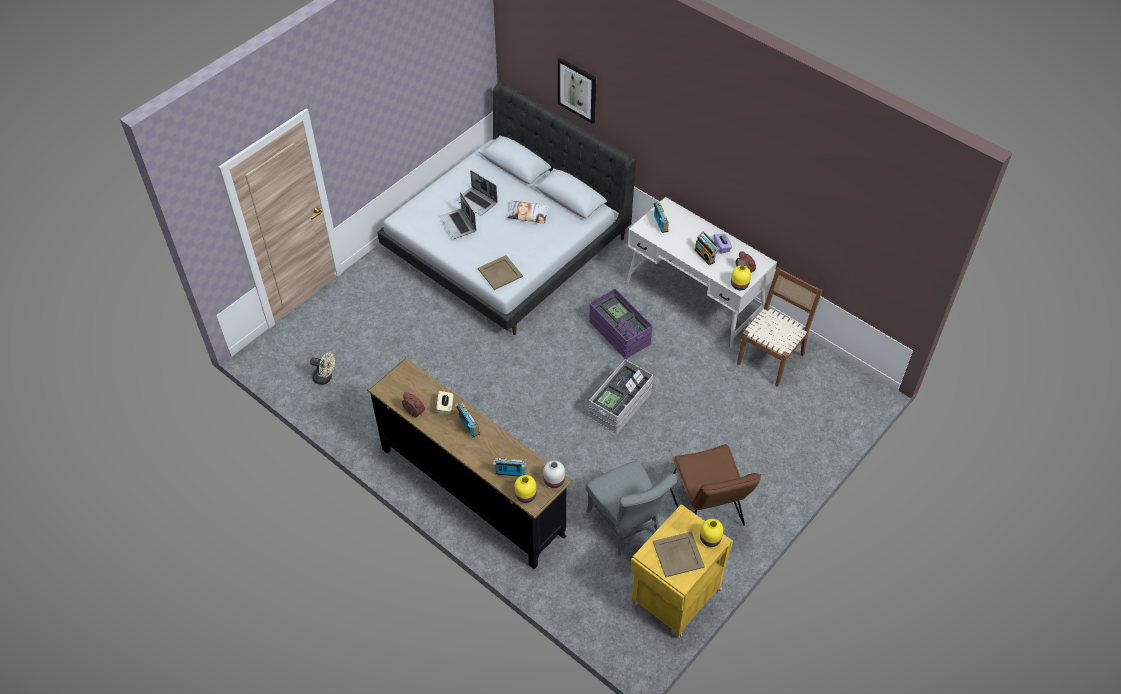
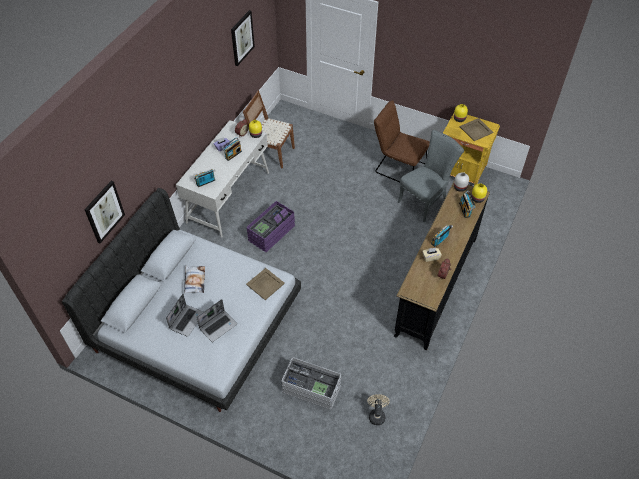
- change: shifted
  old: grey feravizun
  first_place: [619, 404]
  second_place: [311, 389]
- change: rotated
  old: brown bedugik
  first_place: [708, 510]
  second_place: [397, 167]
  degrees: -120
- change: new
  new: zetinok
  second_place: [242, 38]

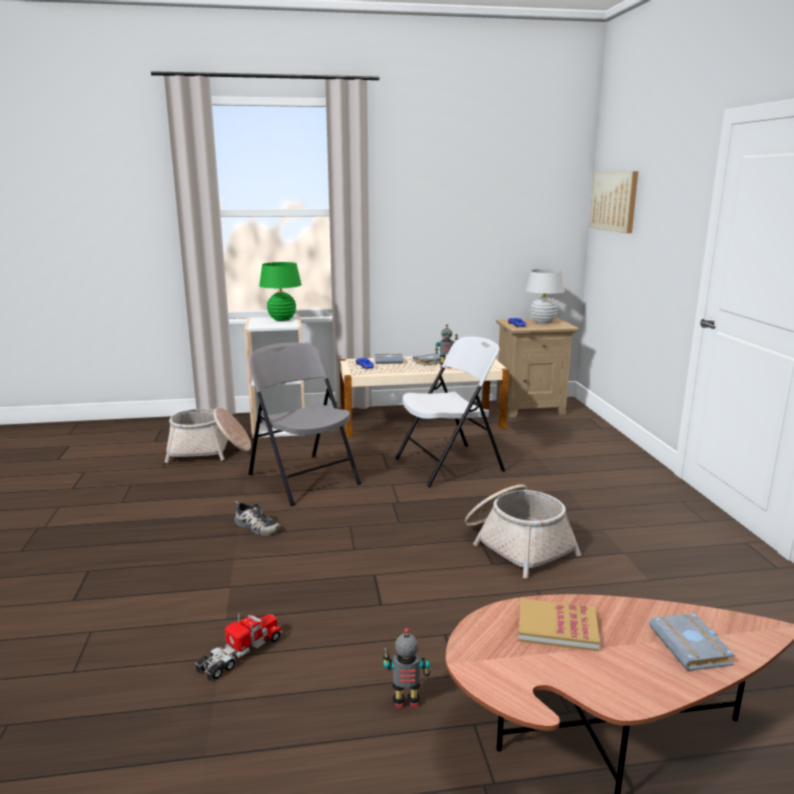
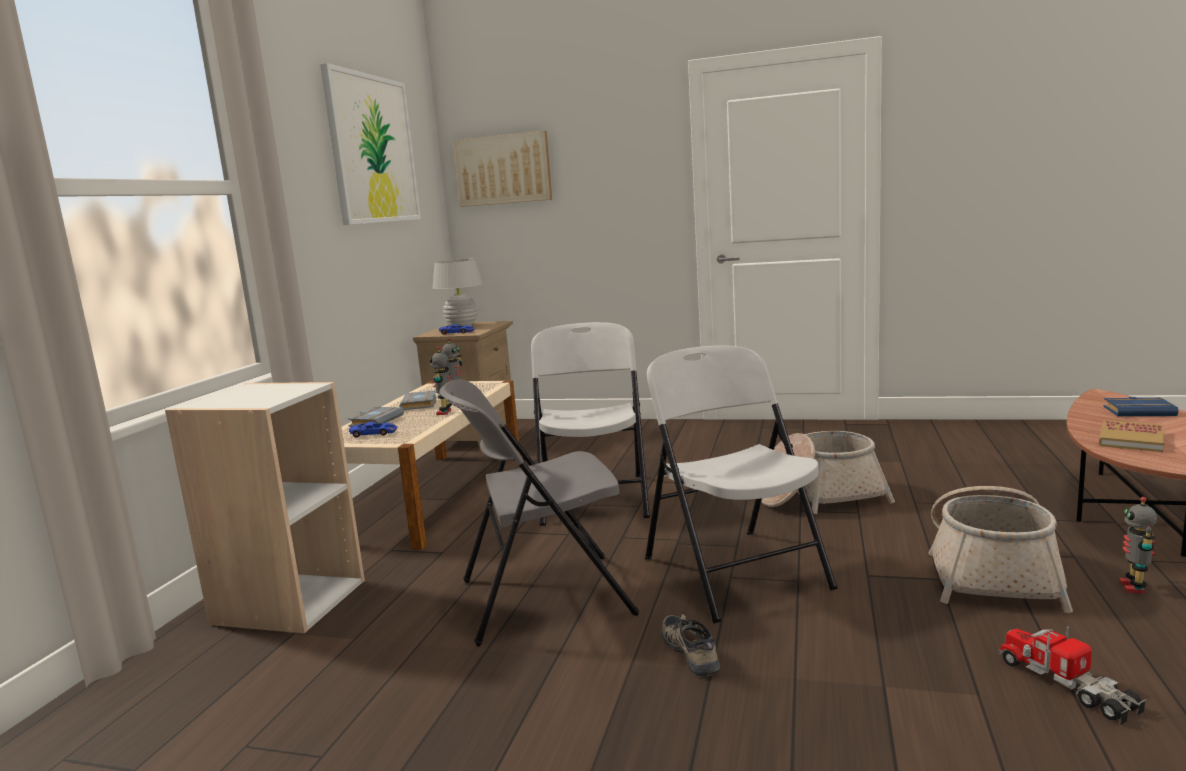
- change: shifted
  old: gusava
  first_place: [209, 451]
  second_place: [991, 572]
- change: rotated
  old: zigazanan
  first_place: [255, 527]
  second_place: [692, 651]
  degrees: -75
- change: gone
  old: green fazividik
  first_place: [282, 319]
- change: repainted
  old: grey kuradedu
  new: blue kuradedu
  first_place: [692, 647]
  second_place: [1139, 411]
- change: new
  new: zetinok
  second_place: [372, 149]
- change: new
  new: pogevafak
  second_place: [445, 412]
- change: new
  new: white bedugik
  second_place: [736, 572]

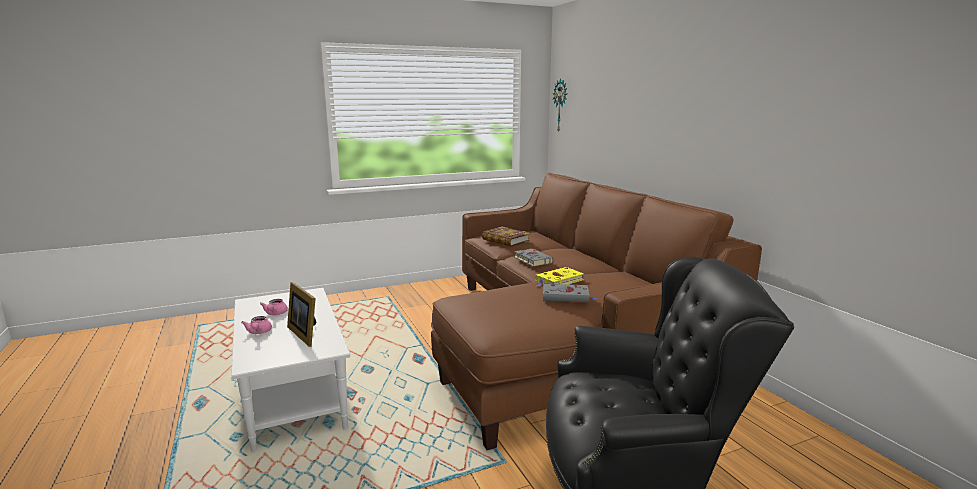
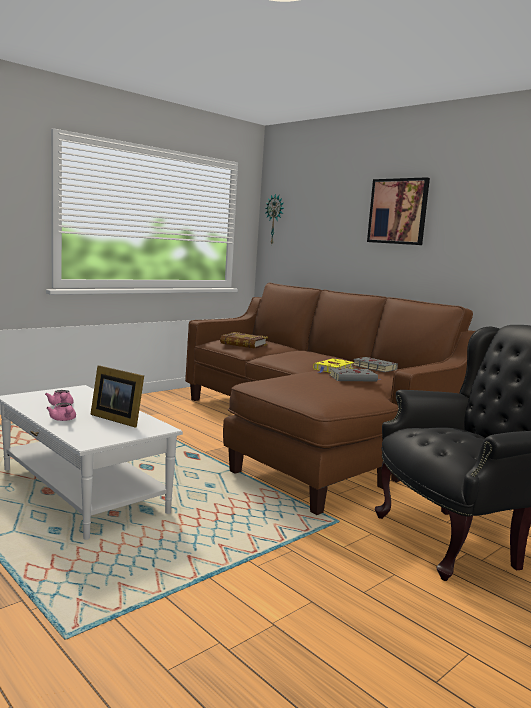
- change: shifted
  old: grey kuradedu
  first_place: [532, 260]
  second_place: [373, 367]
- change: new
  new: zetinok
  second_place: [398, 211]

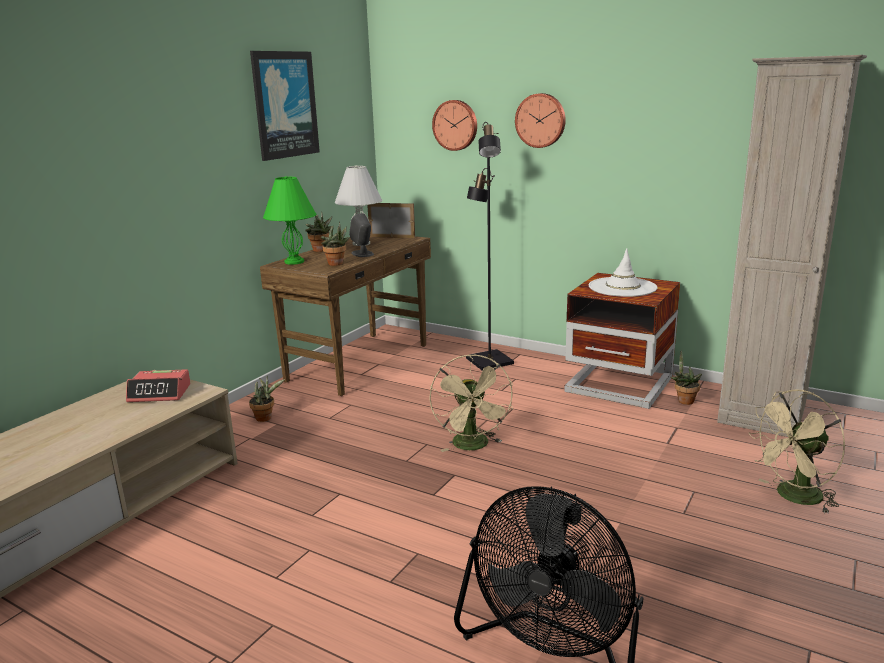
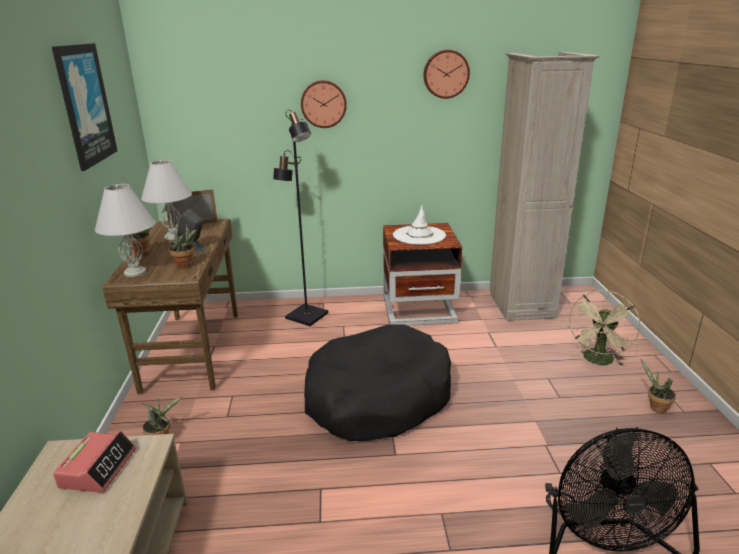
- change: rotated
  old: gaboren
  first_place: [160, 393]
  second_place: [98, 468]
  degrees: -45
- change: repainted
  old: green fazividik
  new: white fazividik
  first_place: [294, 262]
  second_place: [134, 272]
- change: swapped
  old: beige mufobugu
  new: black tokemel
  first_place: [473, 446]
  second_place: [377, 398]
- change: shifted
  old: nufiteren
  first_place: [455, 125]
  second_place: [445, 74]
- change: shifted
  old: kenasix
  first_place: [684, 400]
  second_place: [655, 408]

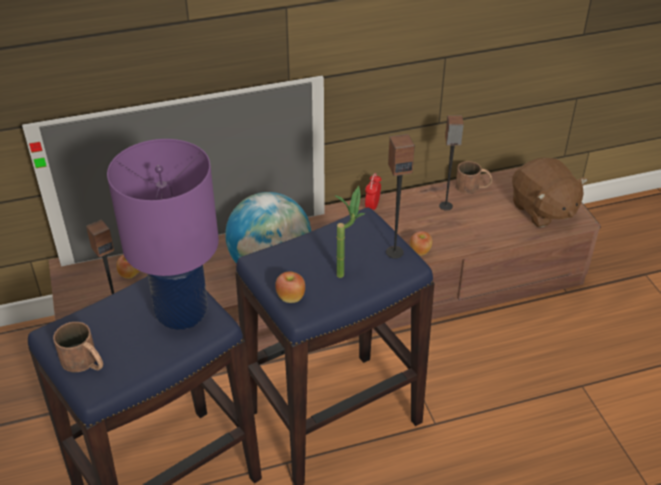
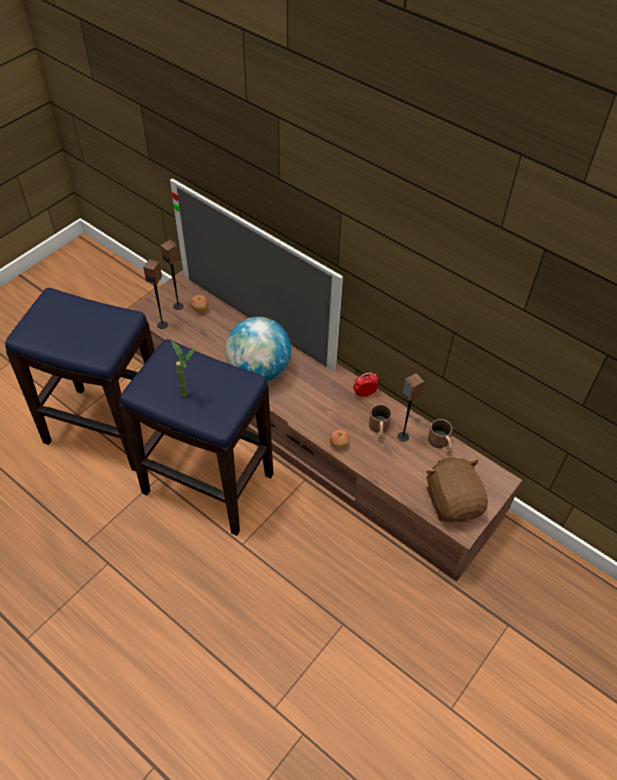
- change: shifted
  old: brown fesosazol
  first_place: [85, 362]
  second_place: [379, 429]
- change: gone
  old: purple fazividik
  first_place: [182, 315]
- change: gone
  old: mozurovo
  first_place: [290, 297]
- change: shifted
  old: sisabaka
  first_place: [394, 252]
  second_place: [178, 306]
- change: rotated
  old: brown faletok
  first_place: [543, 210]
  second_place: [453, 501]
  degrees: 135

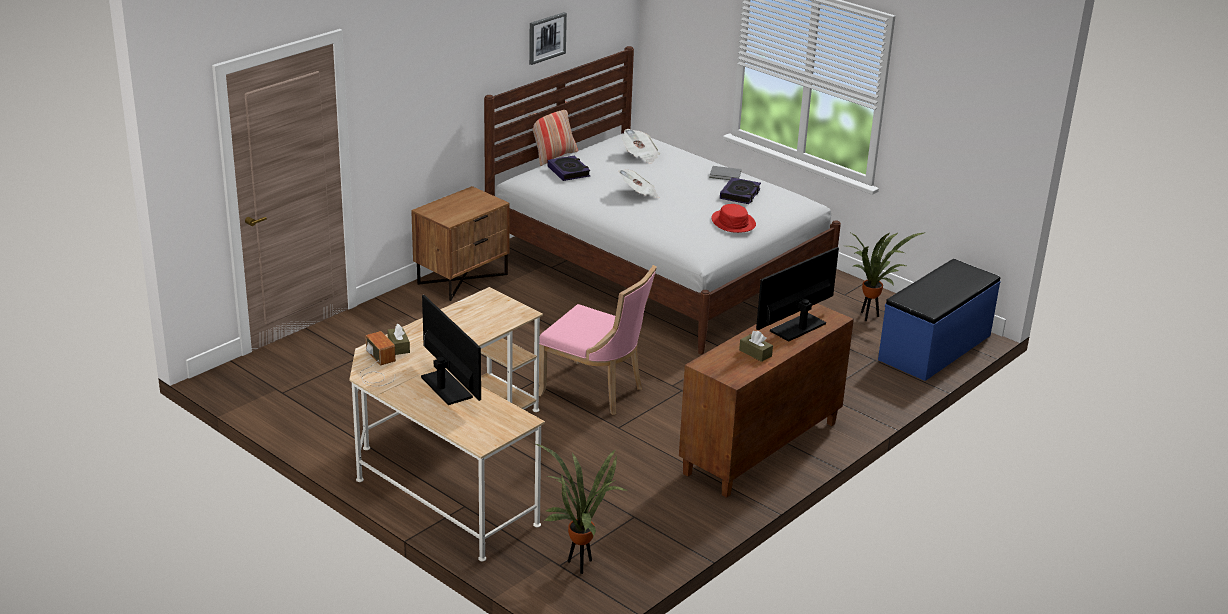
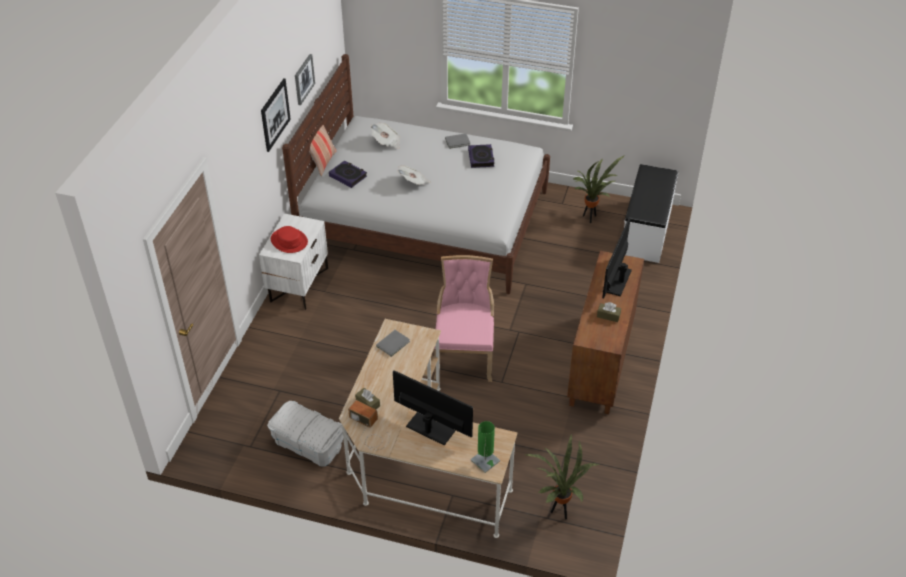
- change: repainted
  old: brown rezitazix
  new: white rezitazix
  first_place: [462, 278]
  second_place: [298, 284]
- change: rotated
  old: pink bedugik
  first_place: [595, 391]
  second_place: [464, 355]
  degrees: -90
- change: shifted
  old: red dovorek
  first_place: [733, 222]
  second_place: [289, 241]
- change: repainted
  old: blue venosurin
  new: white venosurin
  first_place: [936, 348]
  second_place: [647, 231]
- change: new
  new: zetinok
  second_place: [275, 114]
- change: new
  new: white feravizun
  second_place: [308, 444]
- change: new
  new: grey kuradedu
  second_place: [394, 344]
- change: new
  new: green fazividik
  second_place: [485, 460]

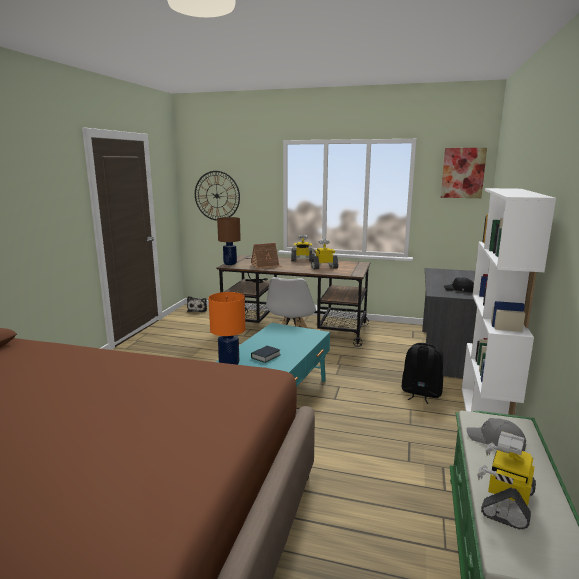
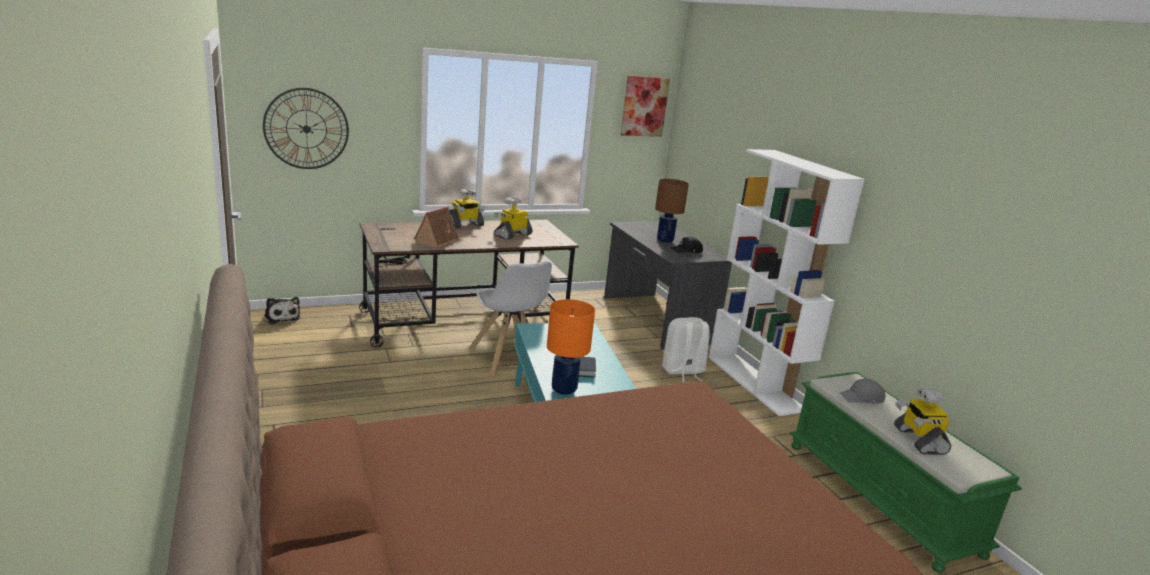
- change: shifted
  old: brown fazividik
  first_place: [230, 264]
  second_place: [665, 241]
- change: repainted
  old: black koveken
  new: white koveken
  first_place: [420, 393]
  second_place: [683, 371]

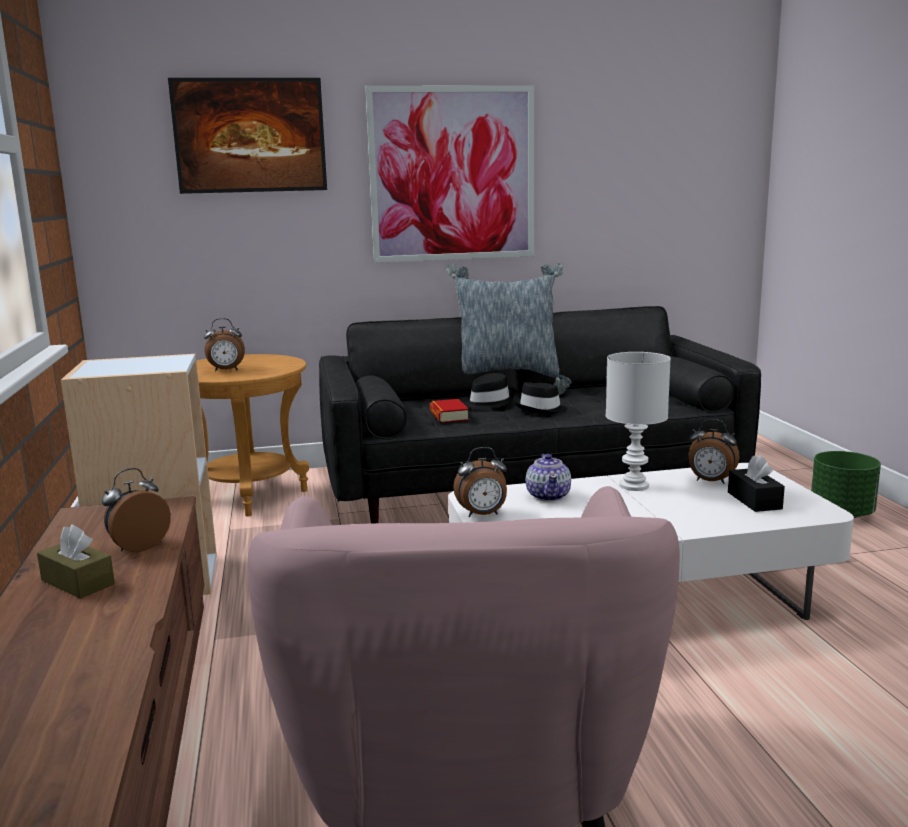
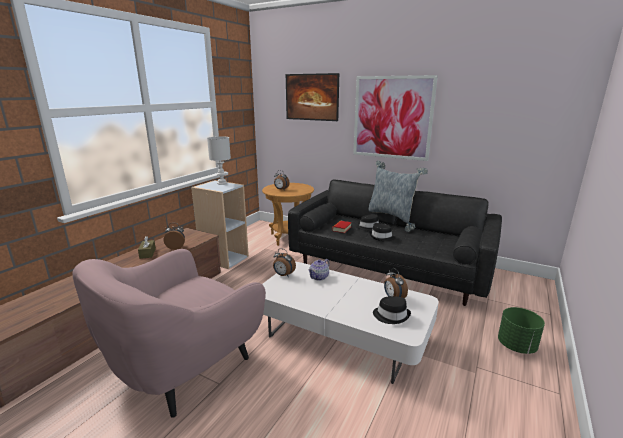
- change: shifted
  old: white fazividik
  first_place: [633, 486]
  second_place: [221, 183]
- change: swapped
  old: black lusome
  new: black dovorek
  first_place: [754, 500]
  second_place: [391, 315]

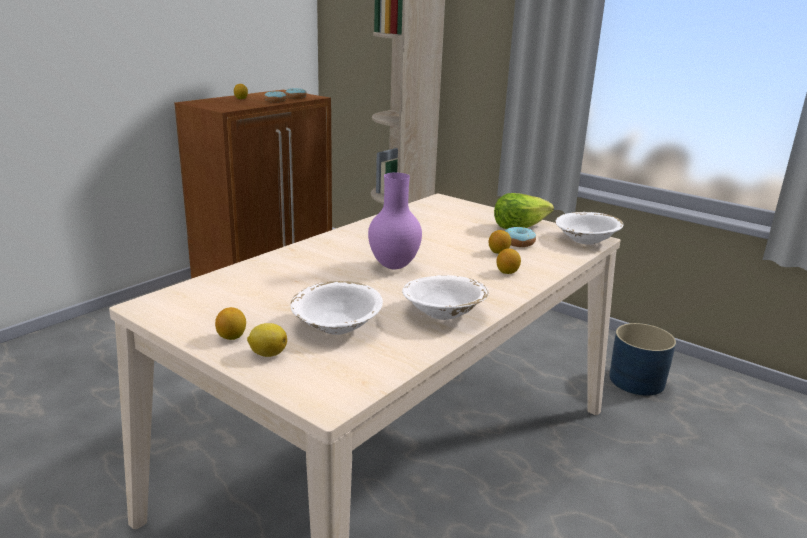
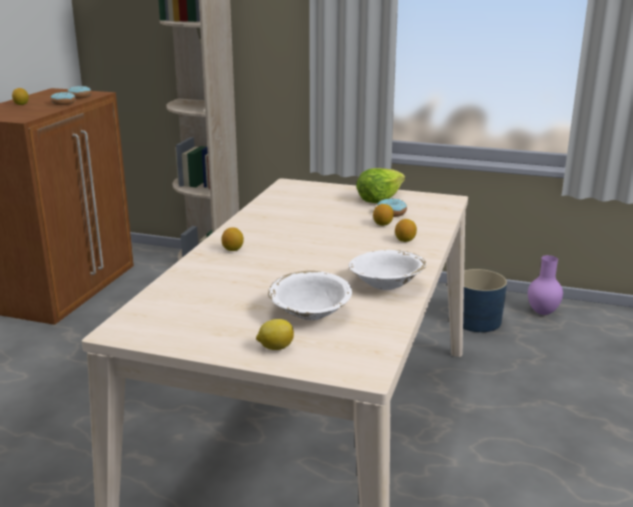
- change: shifted
  old: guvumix
  first_place: [232, 337]
  second_place: [233, 249]
- change: shifted
  old: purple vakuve
  first_place: [393, 266]
  second_place: [542, 313]
- change: gone
  old: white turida
  first_place: [586, 240]

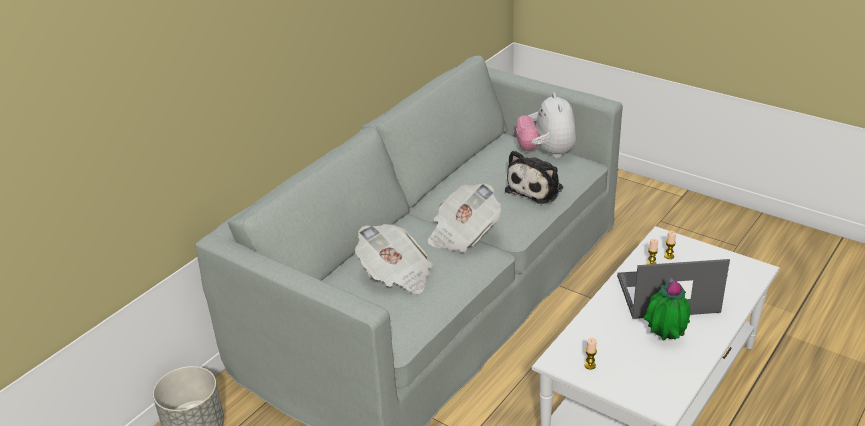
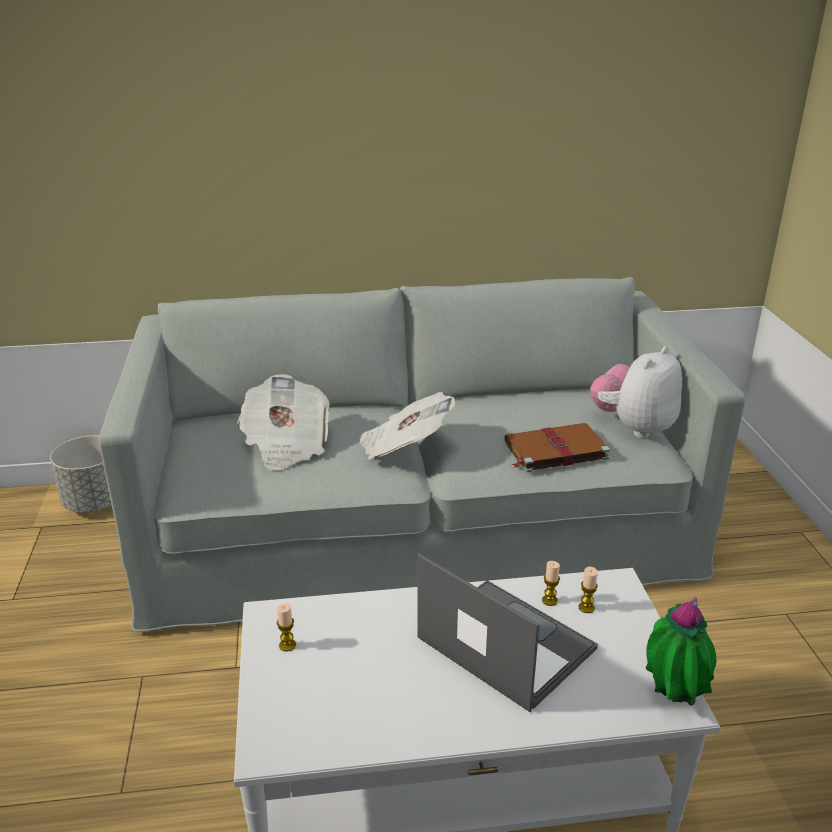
- change: swapped
  old: faletok
  new: brown kuradedu
  first_place: [536, 188]
  second_place: [554, 450]
- change: shifted
  old: kenasix
  first_place: [664, 340]
  second_place: [671, 699]

